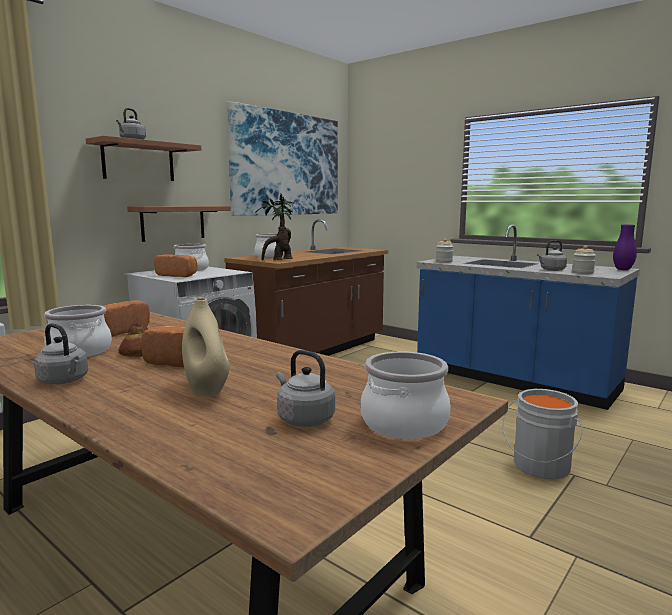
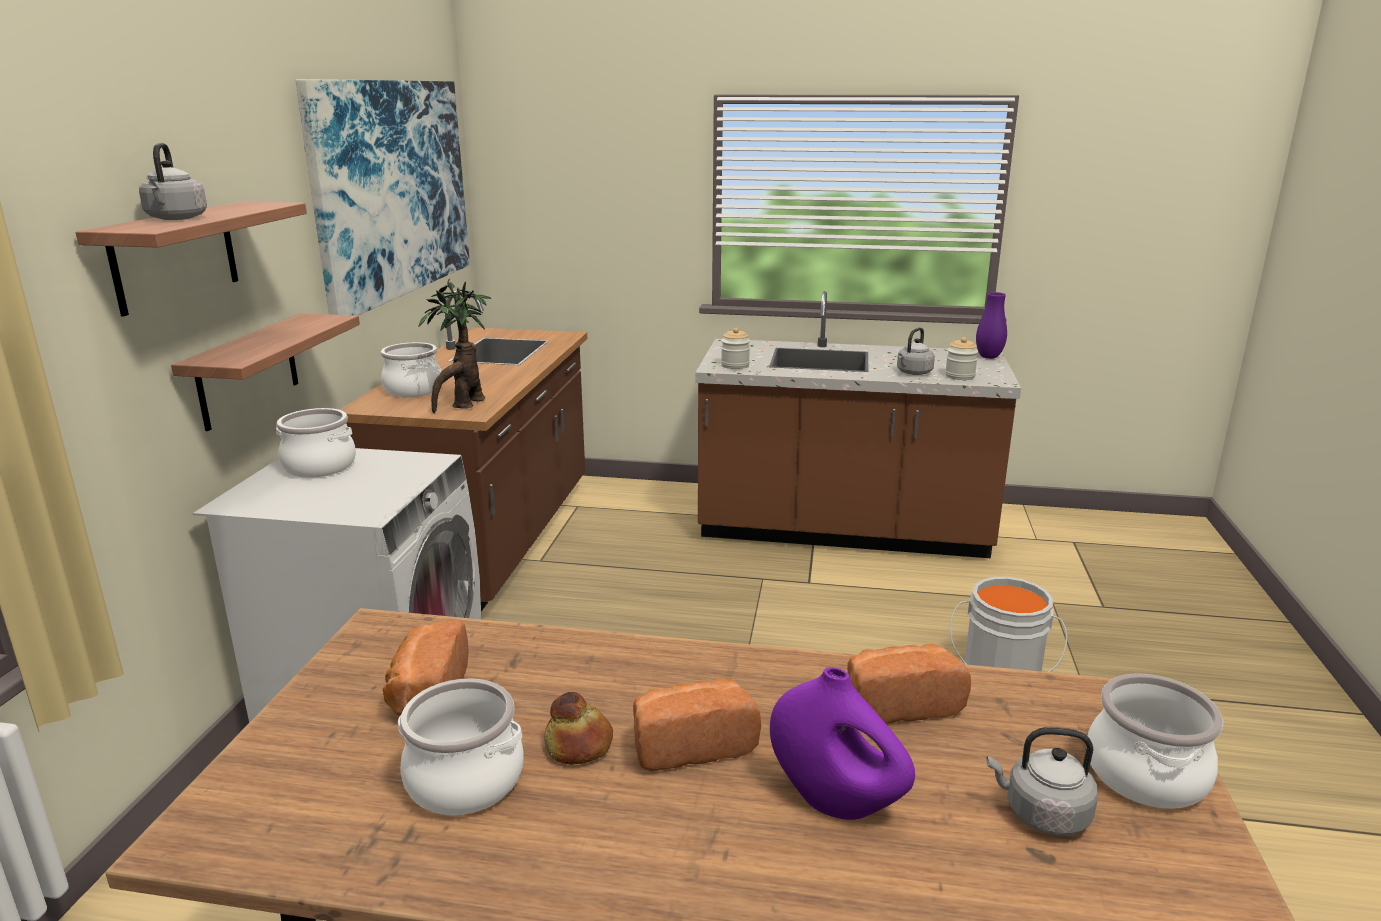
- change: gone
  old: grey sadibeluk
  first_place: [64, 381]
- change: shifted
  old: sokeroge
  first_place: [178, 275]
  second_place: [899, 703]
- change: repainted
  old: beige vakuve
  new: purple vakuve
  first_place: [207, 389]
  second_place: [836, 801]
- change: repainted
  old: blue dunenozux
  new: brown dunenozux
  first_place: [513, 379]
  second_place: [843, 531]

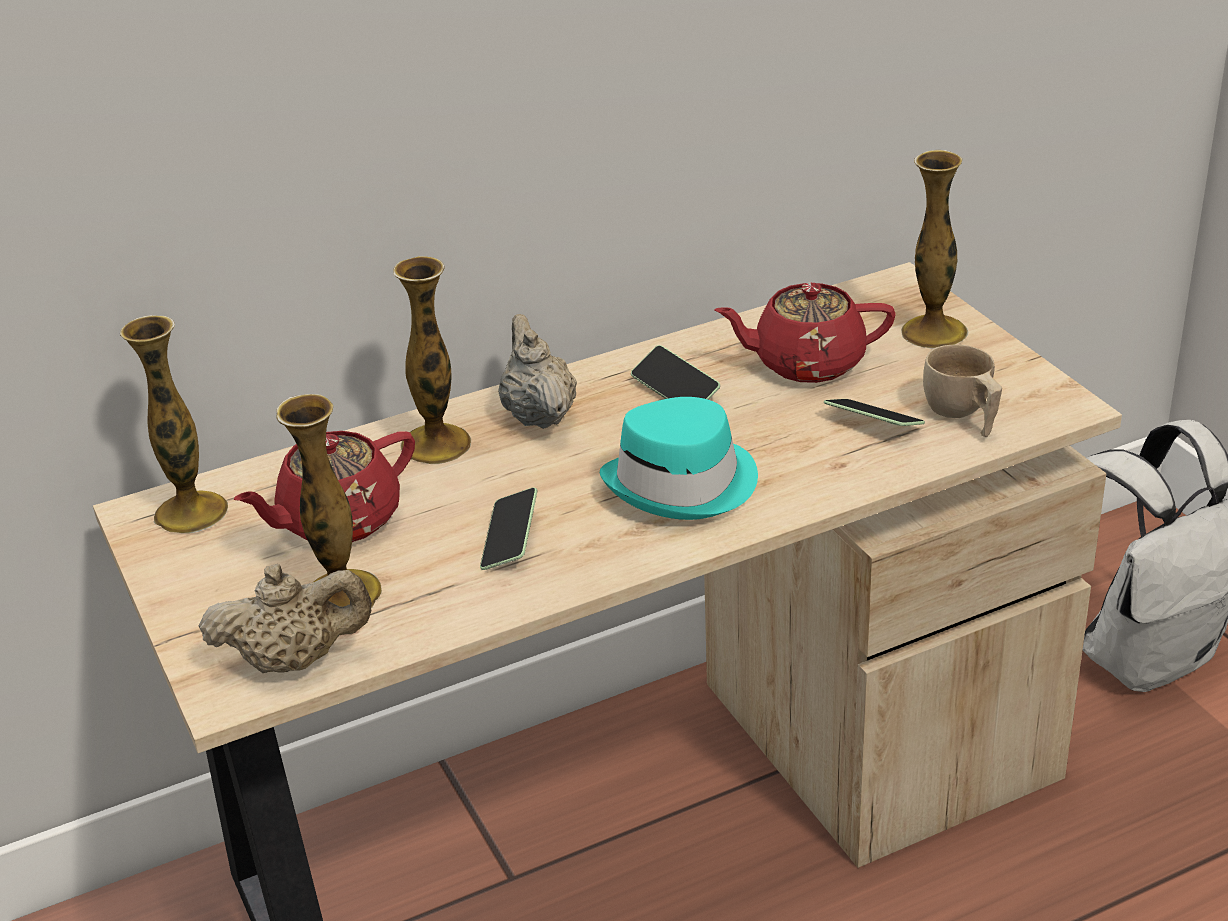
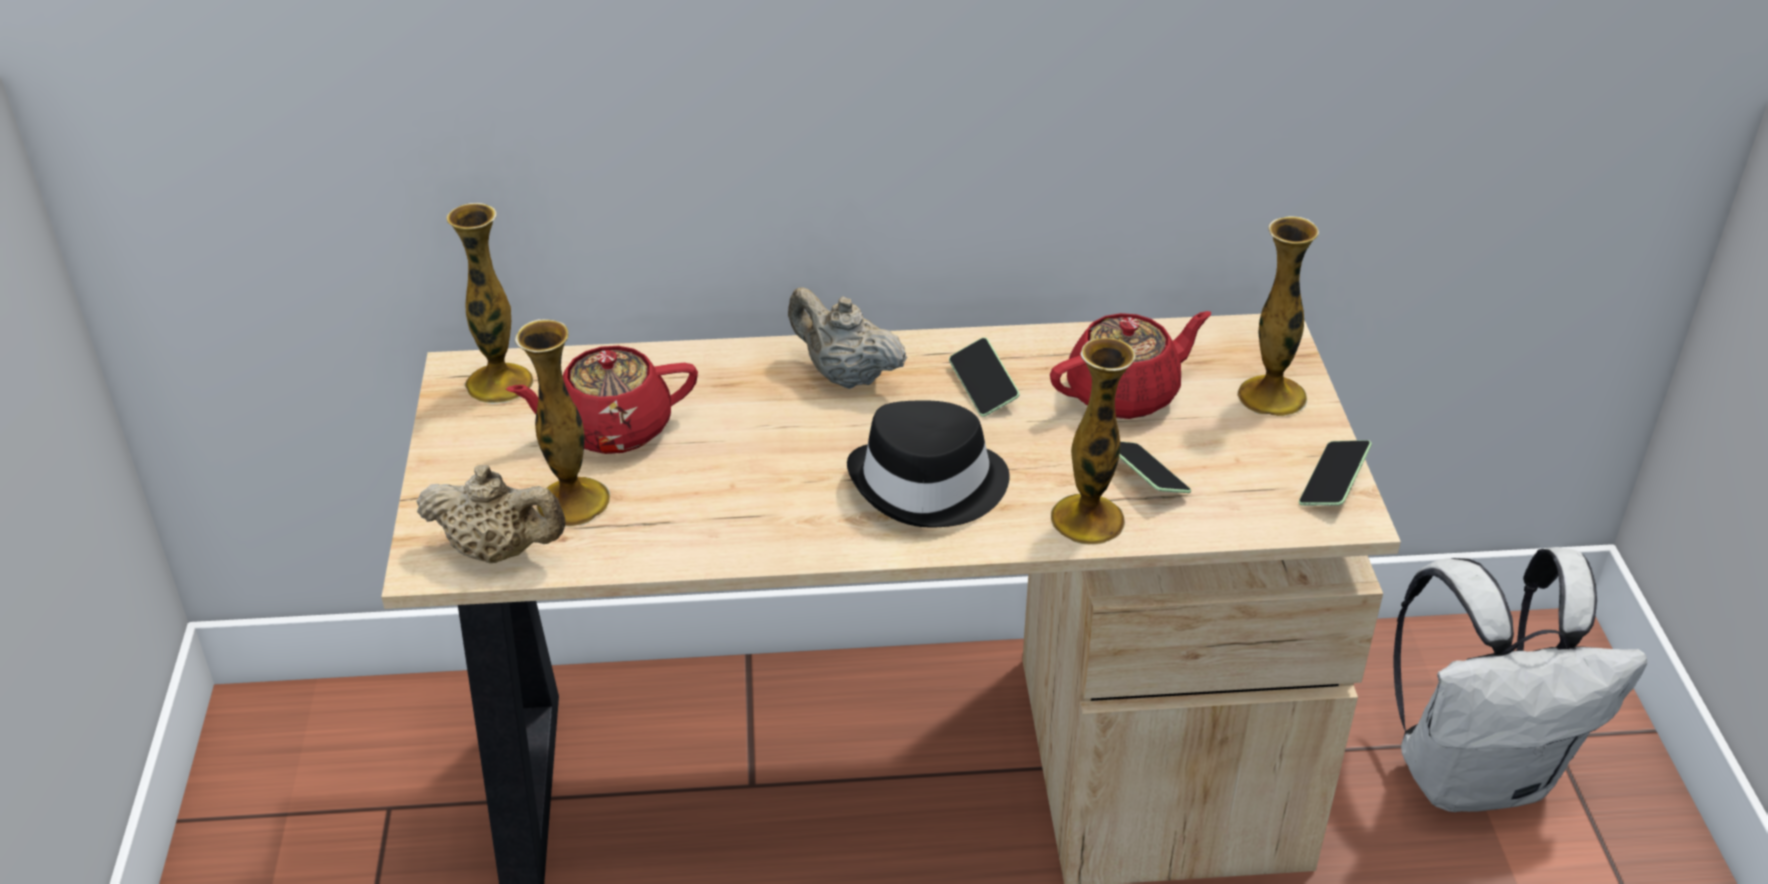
- change: shifted
  old: vakuve
  first_place: [435, 444]
  second_place: [1087, 519]
- change: shifted
  old: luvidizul
  first_place: [510, 540]
  second_place: [1333, 484]
- change: rotated
  old: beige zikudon
  first_place: [538, 415]
  second_place: [845, 375]
  degrees: -60
- change: repainted
  old: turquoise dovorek
  new: black dovorek
  first_place: [683, 484]
  second_place: [929, 485]
- change: rotated
  old: red zikudon
  first_place: [806, 363]
  second_place: [1125, 394]
  degrees: 135
- change: gone
  old: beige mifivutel
  first_place: [962, 416]

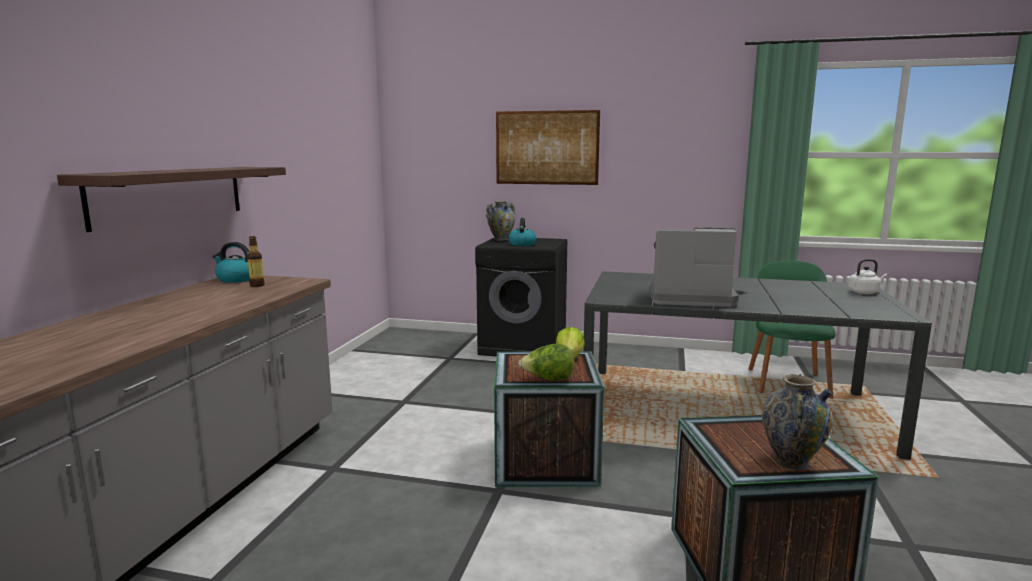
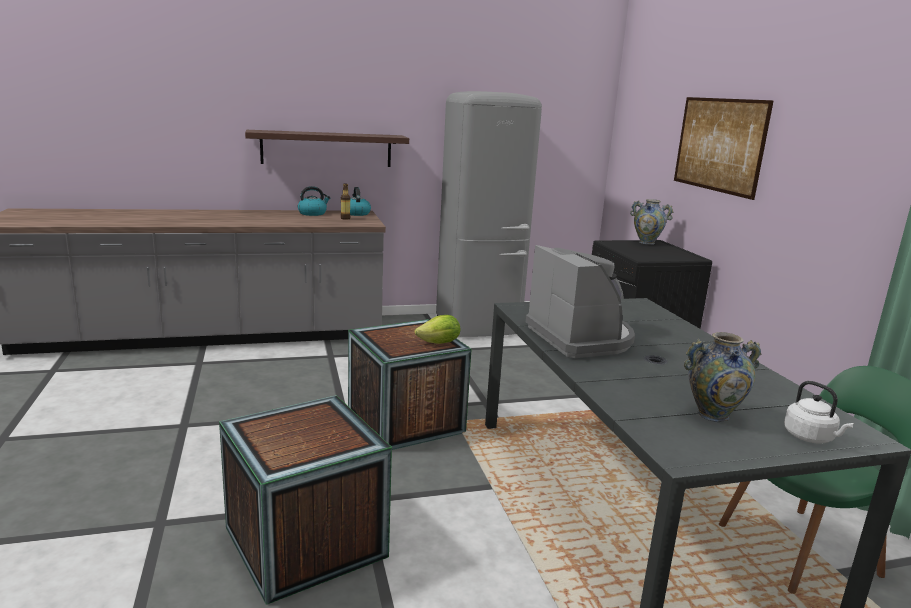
- change: shifted
  old: sadibeluk
  first_place: [522, 244]
  second_place: [313, 213]
- change: gone
  old: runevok
  first_place: [548, 380]
- change: shifted
  old: vakuve
  first_place: [791, 462]
  second_place: [713, 415]
- change: new
  new: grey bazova
  second_place: [479, 325]

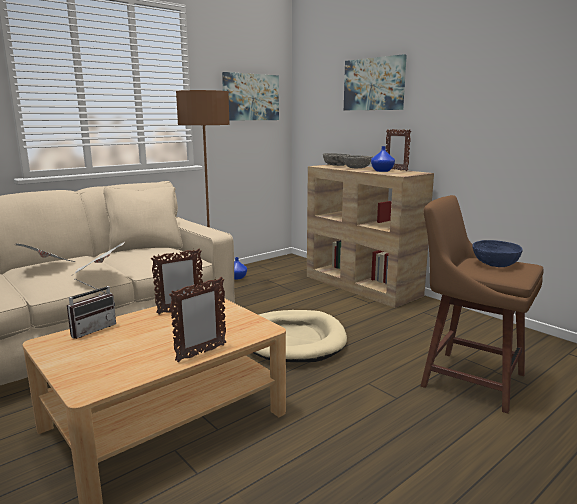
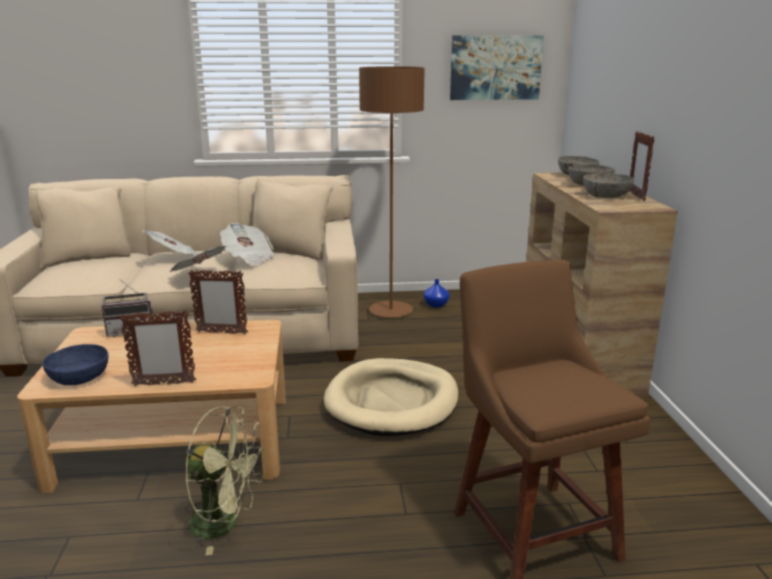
- change: gone
  old: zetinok
  first_place: [374, 84]
- change: swapped
  old: blue vakuve
  new: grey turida
  first_place: [382, 171]
  second_place: [605, 196]
- change: shifted
  old: blue turida
  first_place: [495, 263]
  second_place: [79, 378]
- change: new
  new: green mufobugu
  second_place: [225, 524]
- change: new
  new: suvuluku
  second_place: [248, 258]

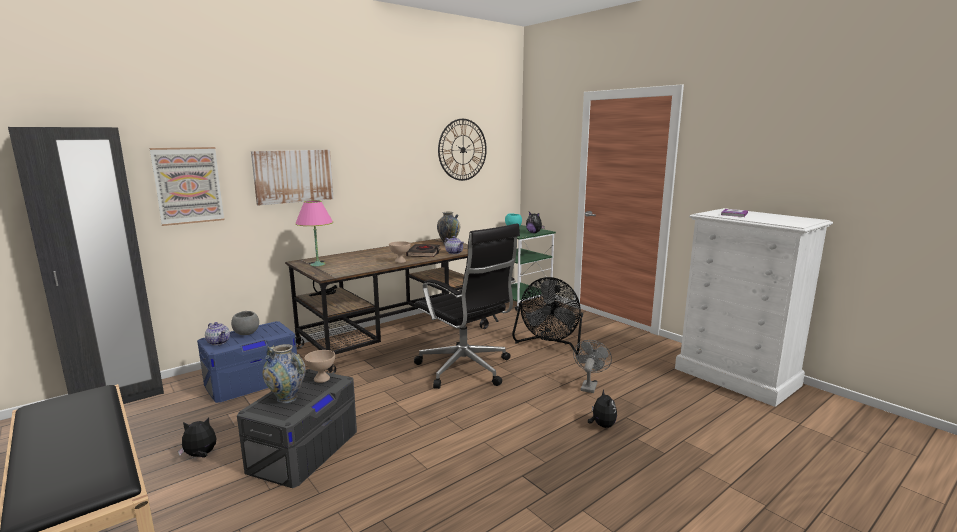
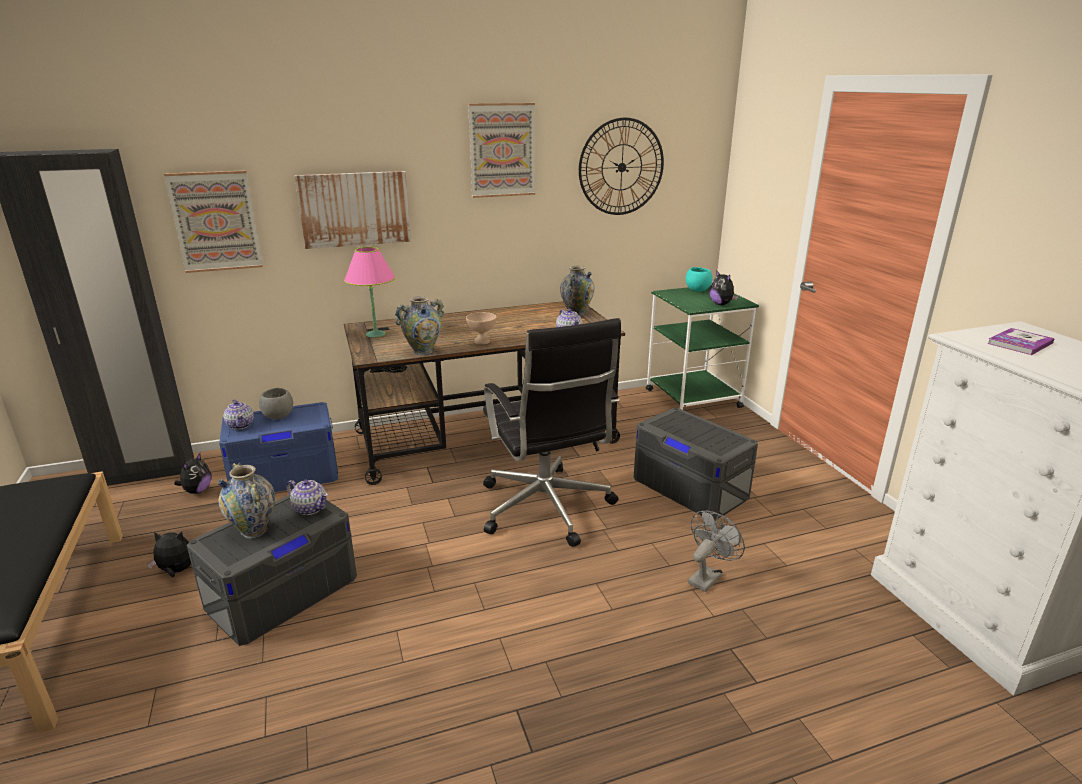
- change: swapped
  old: beige turida
  new: zikudon
  first_place: [321, 379]
  second_place: [310, 508]
- change: gone
  old: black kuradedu
  first_place: [424, 253]
- change: swapped
  old: black mufobugu
  new: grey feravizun
  first_place: [548, 344]
  second_place: [690, 487]
- change: shifted
  old: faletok
  first_place: [602, 425]
  second_place: [197, 491]
- change: new
  new: vakuve
  second_place: [423, 351]
- change: new
  new: zetinok
  second_place: [502, 150]

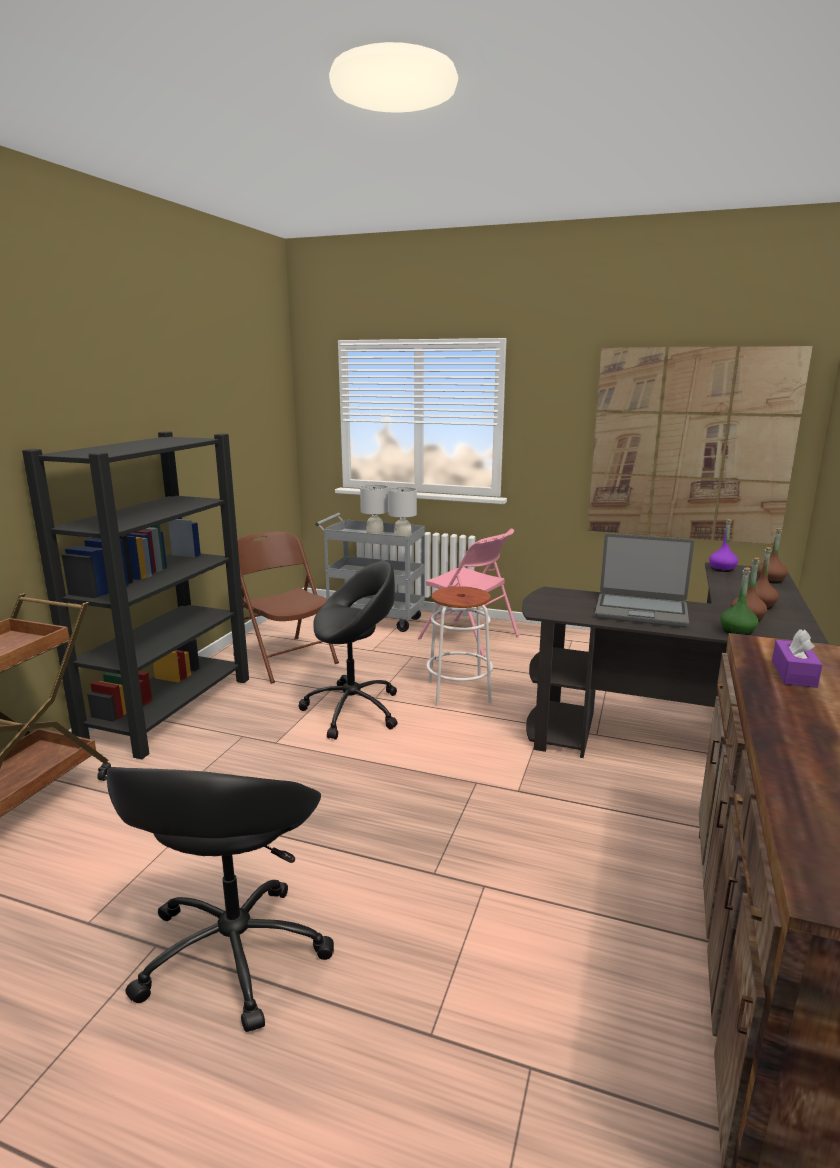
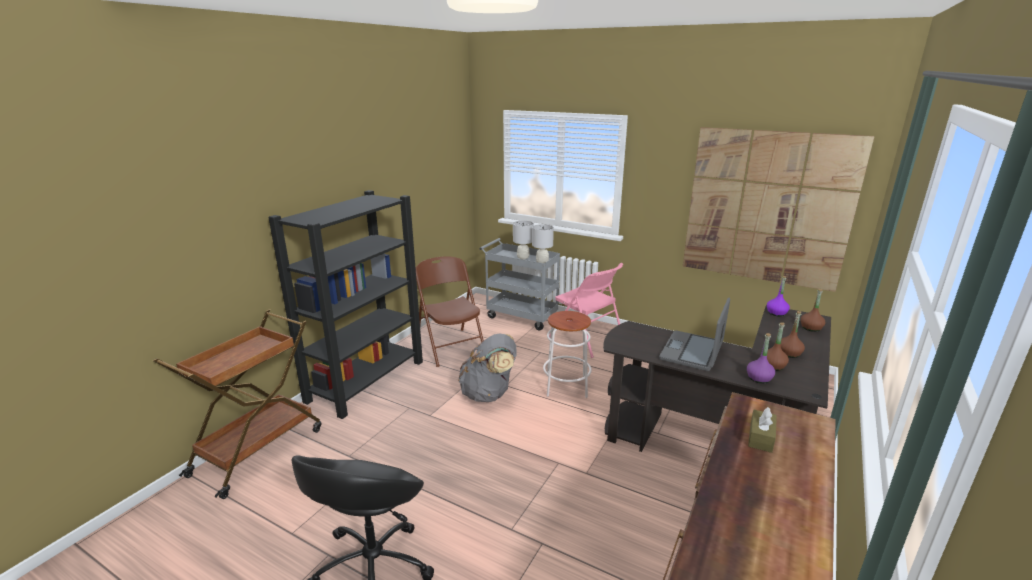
- change: swapped
  old: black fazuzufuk
  new: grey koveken
  first_place: [355, 709]
  second_place: [489, 394]
- change: rotated
  old: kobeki
  first_place: [641, 611]
  second_place: [692, 352]
  degrees: 90
- change: repainted
  old: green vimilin
  new: purple vimilin
  first_place: [737, 631]
  second_place: [759, 378]
- change: repainted
  old: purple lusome
  new: brown lusome
  first_place: [793, 674]
  second_place: [760, 437]

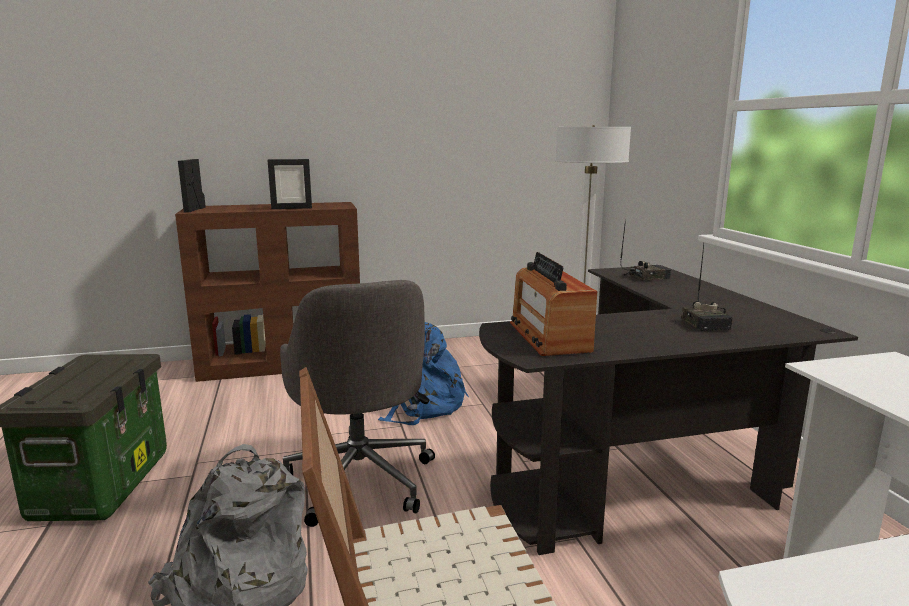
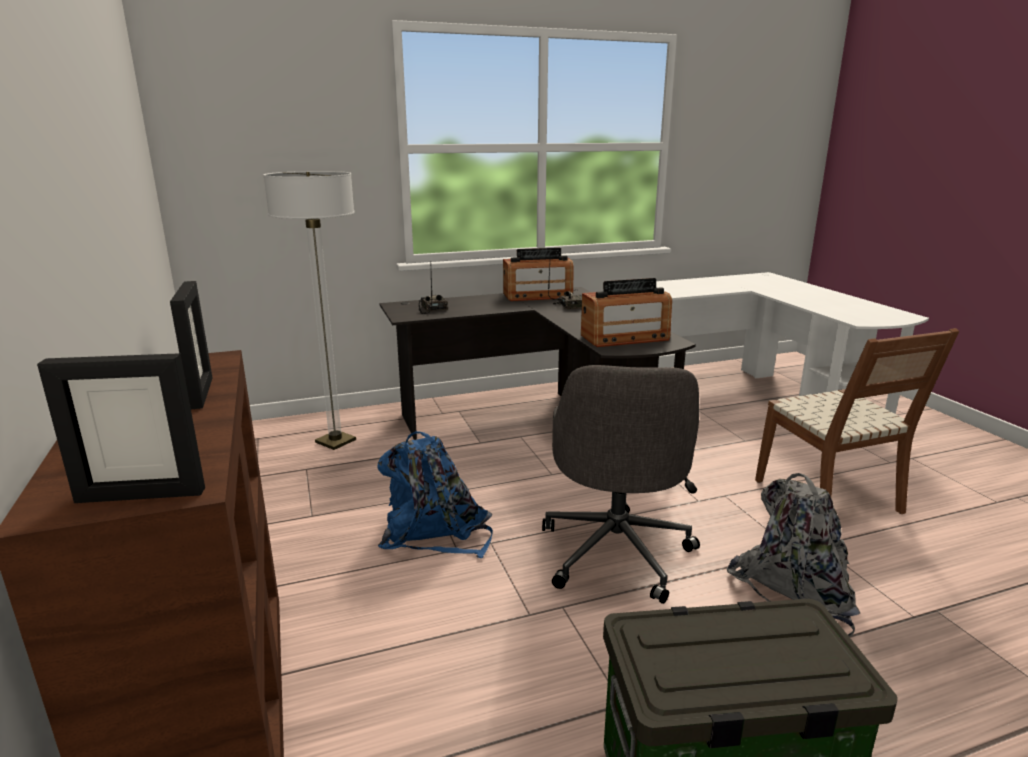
- change: rotated
  old: grey fazuzufuk
  first_place: [360, 482]
  second_place: [616, 554]
  degrees: 120
- change: new
  new: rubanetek
  second_place: [537, 296]

